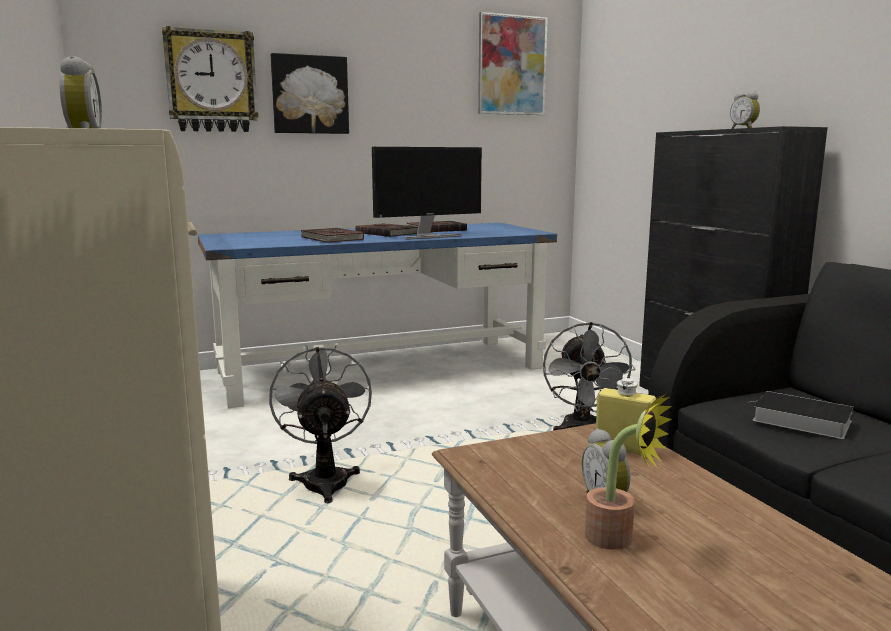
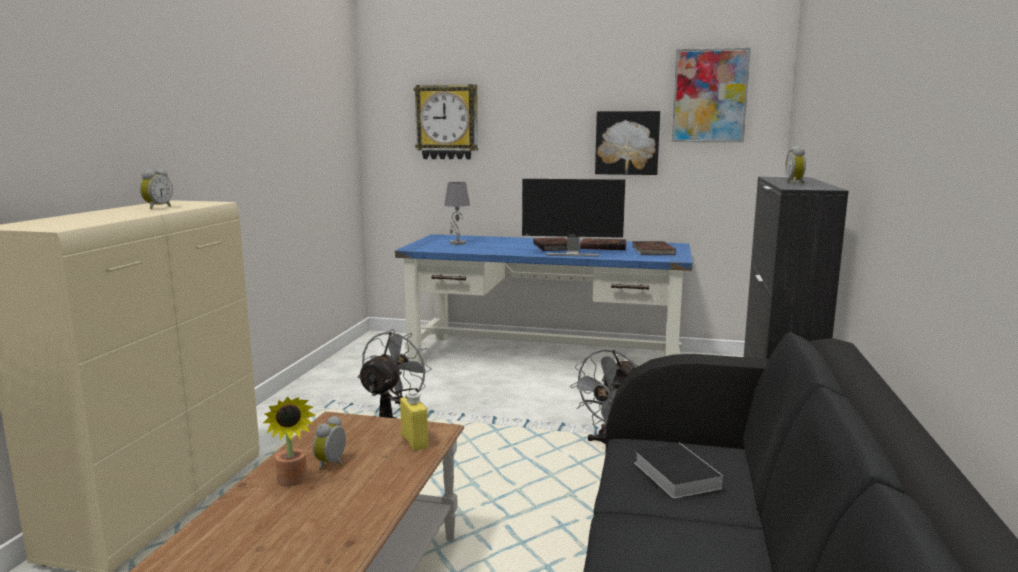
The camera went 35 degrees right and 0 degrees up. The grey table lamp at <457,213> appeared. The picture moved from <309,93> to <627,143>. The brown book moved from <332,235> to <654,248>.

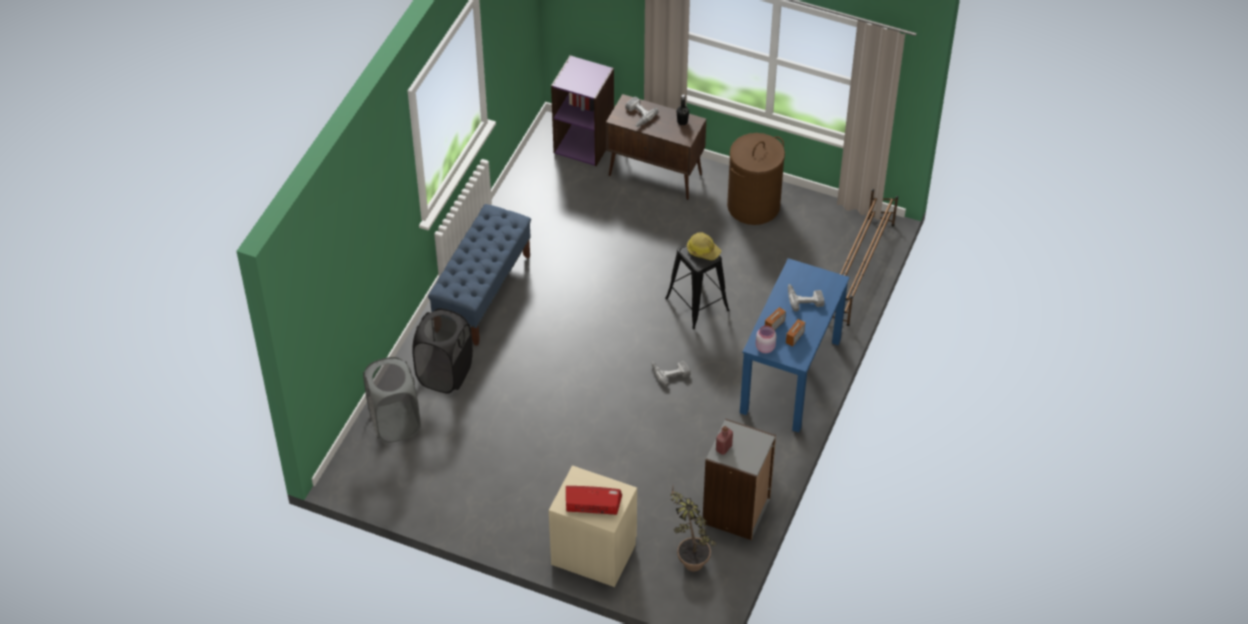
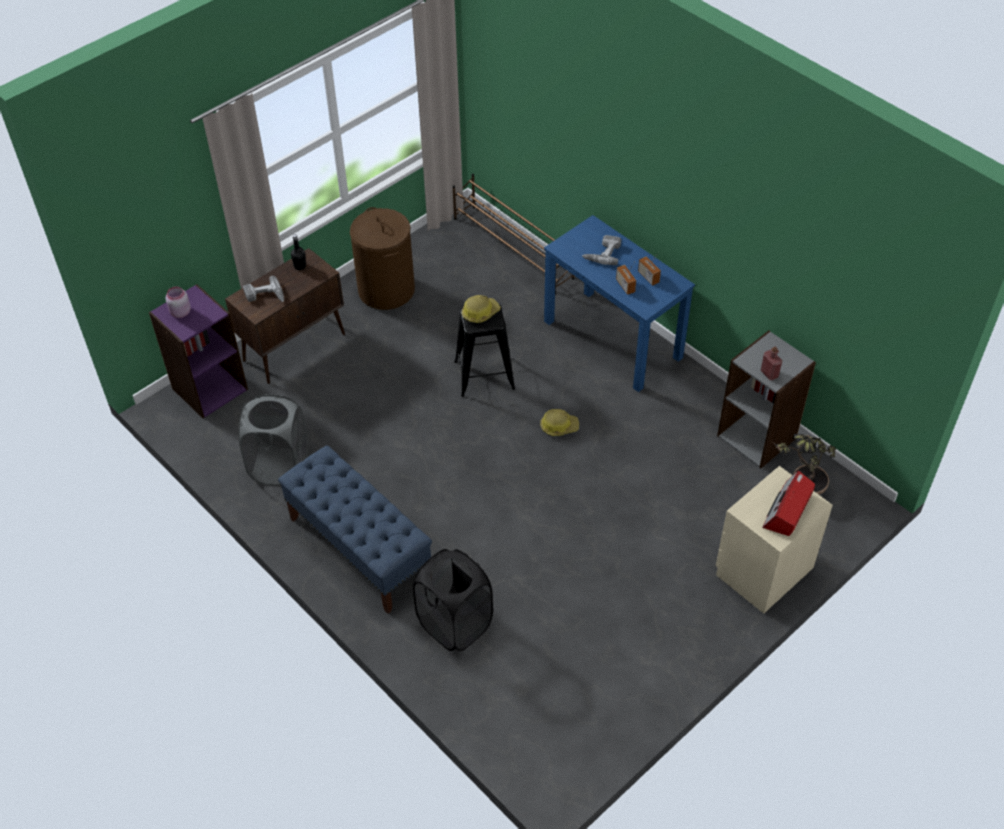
The camera went 65 degrees left and 0 degrees up. The pink jar moved from <766,339> to <178,302>. The grey laundry basket moved from <392,400> to <273,440>. The power drill at <671,374> was replaced by the hard hat at <559,422>.

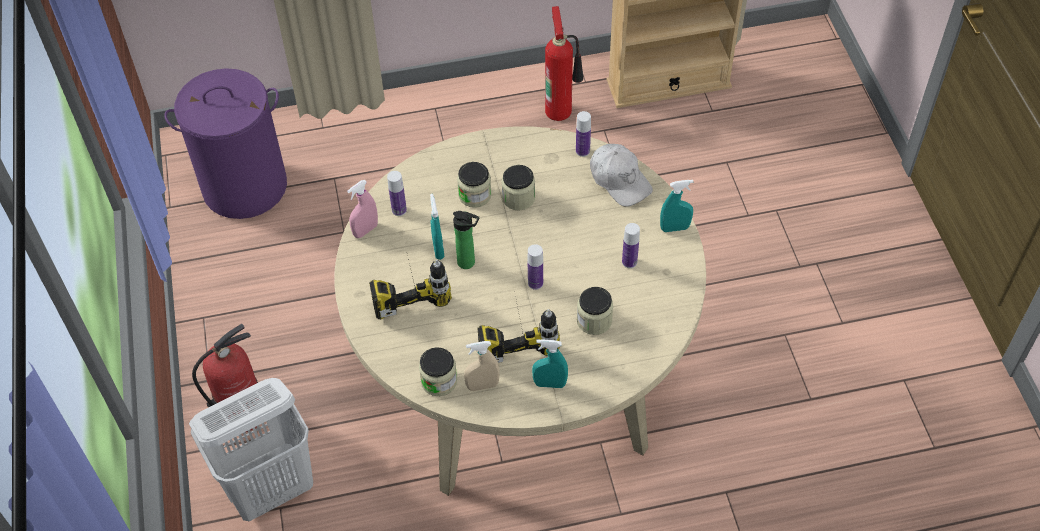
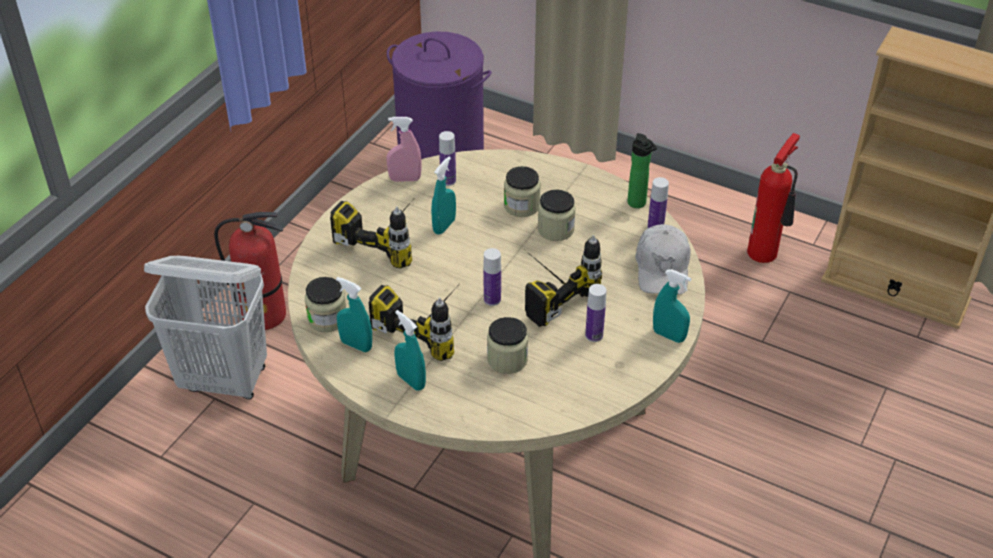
The camera went 40 degrees right and 10 degrees down. The beige spray bottle at <482,366> became the turquoise spray bottle at <354,314>. The power drill at <563,281> appeared. The bottle moved from <466,240> to <642,170>.

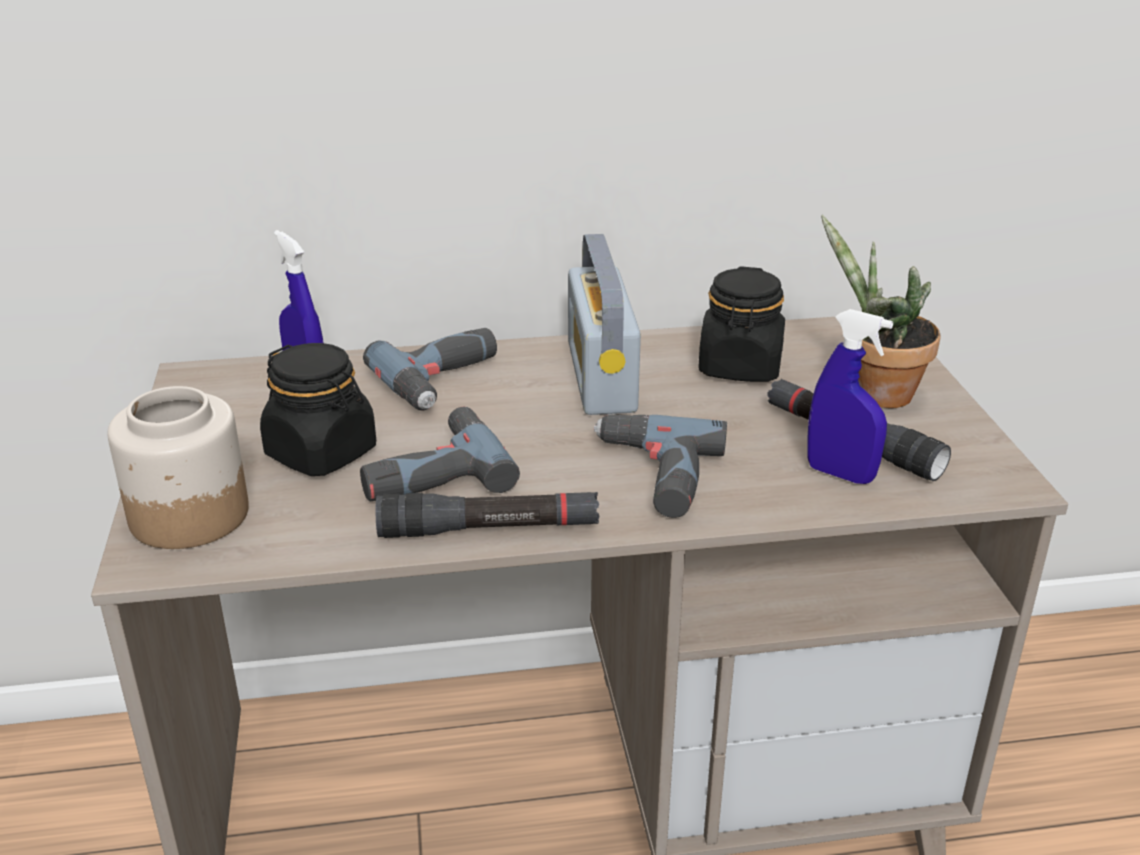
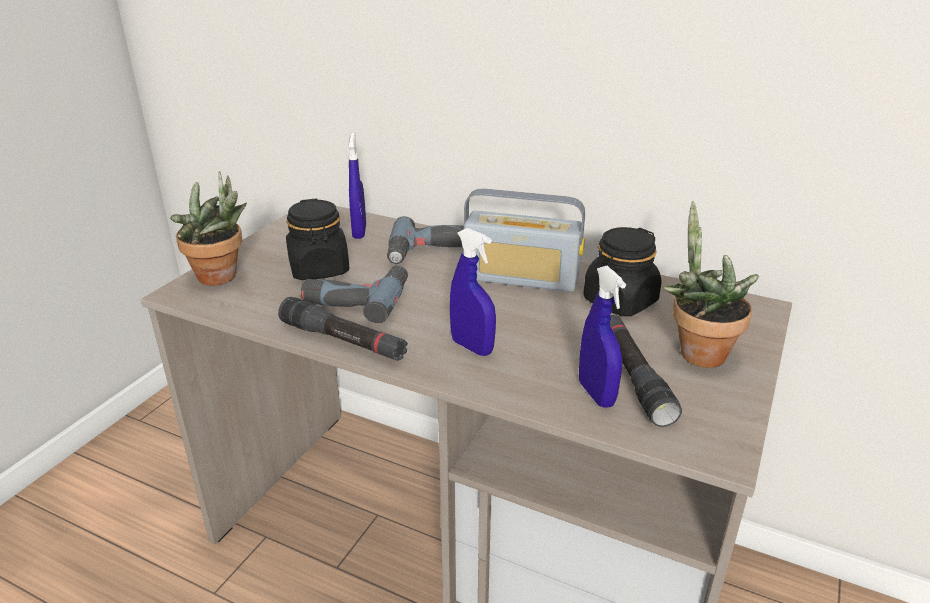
The camera went 35 degrees right and 0 degrees up. The jar at <178,467> was replaced by the potted plant at <208,228>. The power drill at <660,466> was replaced by the blue spray bottle at <473,292>. The radio at <604,324> turned 105 degrees counterclockwise.

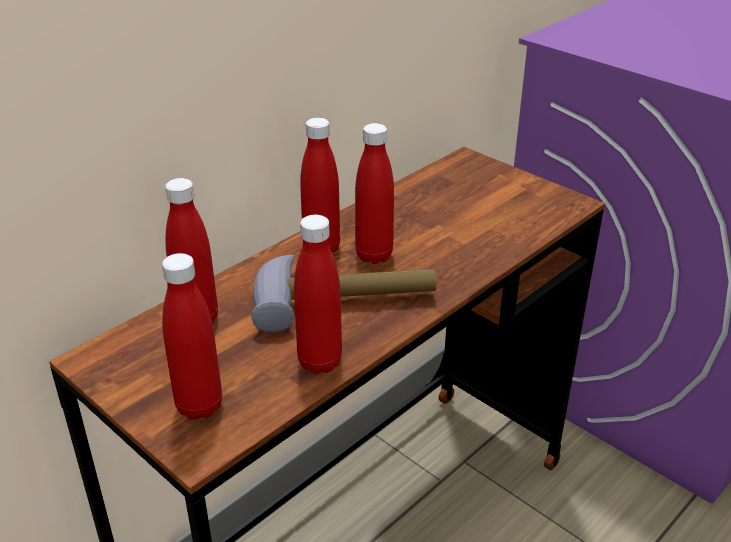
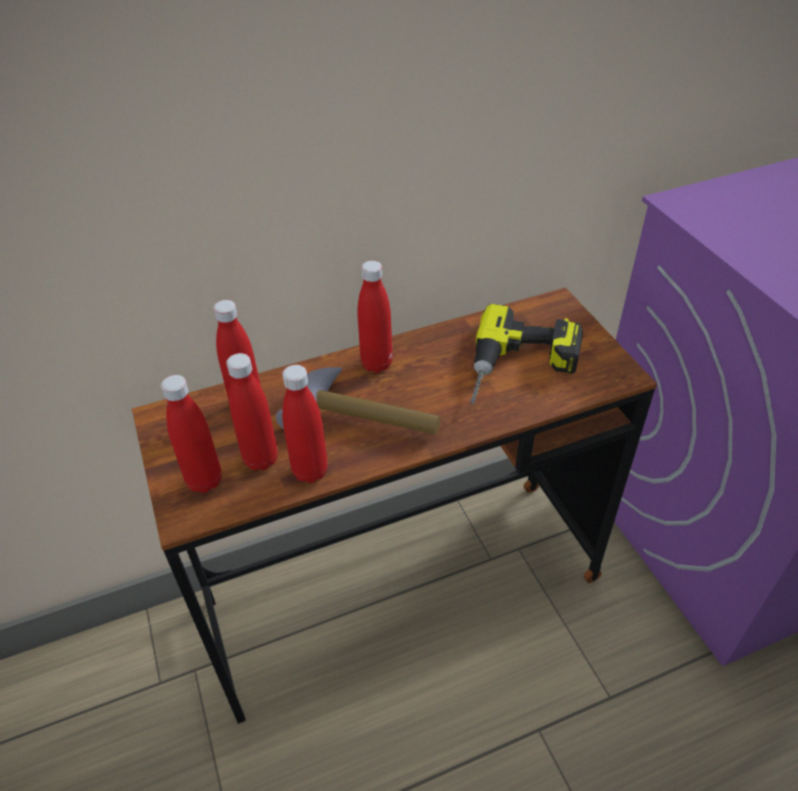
The camera went 25 degrees right and 10 degrees up. The red bottle moved from <374,193> to <252,411>. The power drill at <526,354> appeared.

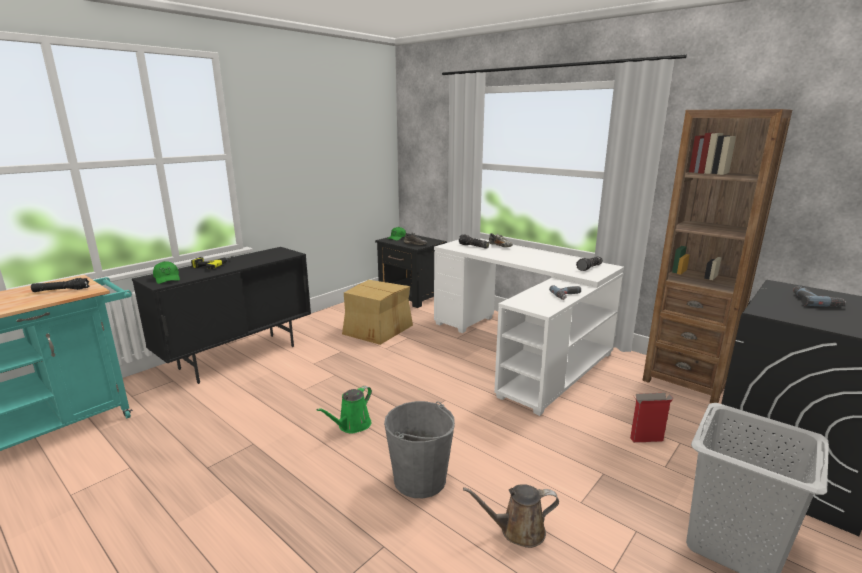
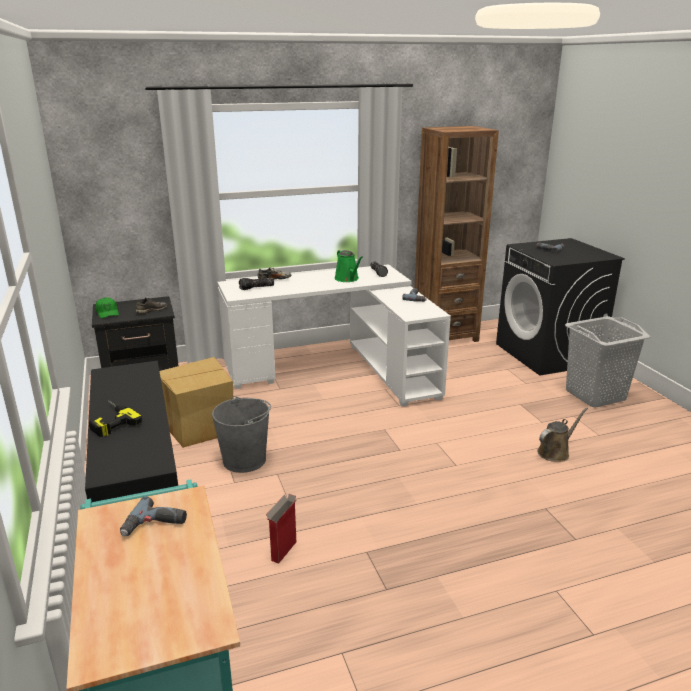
The camera went 60 degrees left and 5 degrees up. The black flashlight at <60,285> was replaced by the power drill at <153,516>. The grey bucket moved from <419,449> to <241,434>. The cardboard box moved from <651,418> to <281,529>. The green watering can moved from <344,410> to <349,266>. The brown watering can at <511,516> turned 150 degrees counterclockwise. The green cap at <166,272> disappeared.

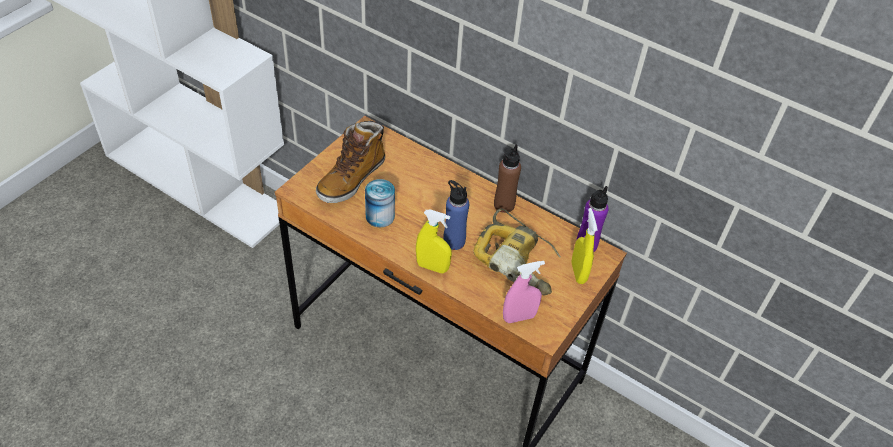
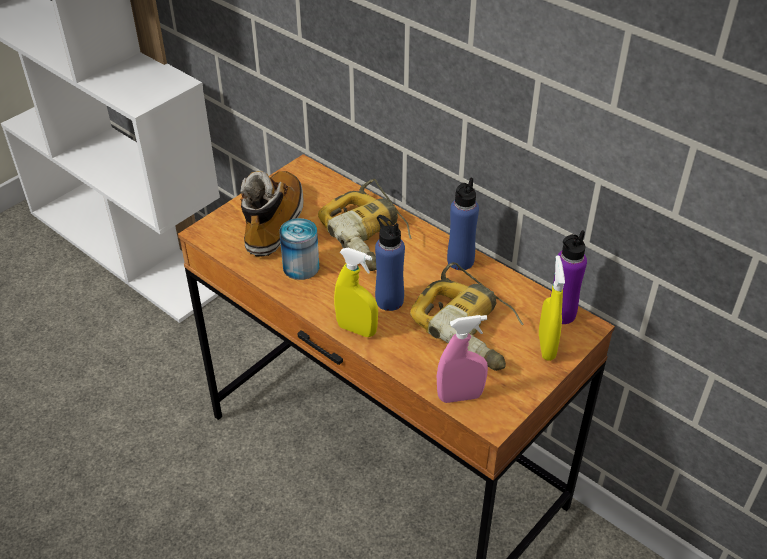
The camera went 10 degrees right and 5 degrees down. The boot at <350,162> turned 150 degrees clockwise. The power drill at <364,225> appeared. The brown bottle at <507,178> became the blue bottle at <463,223>.

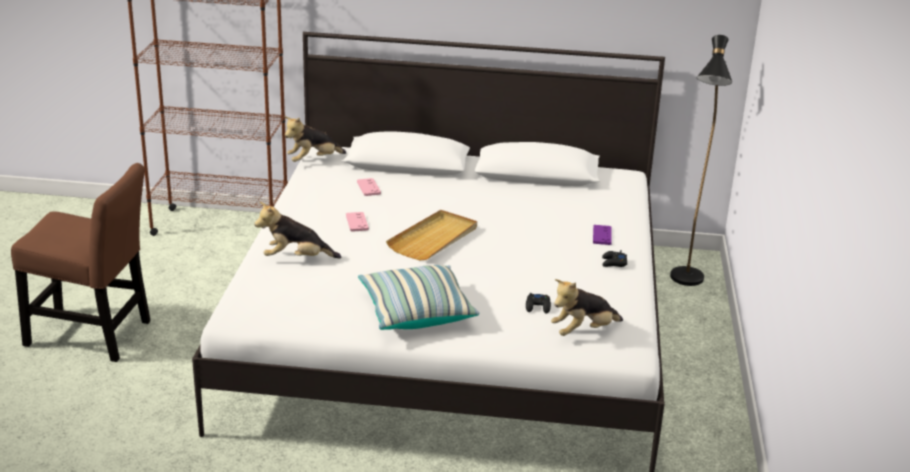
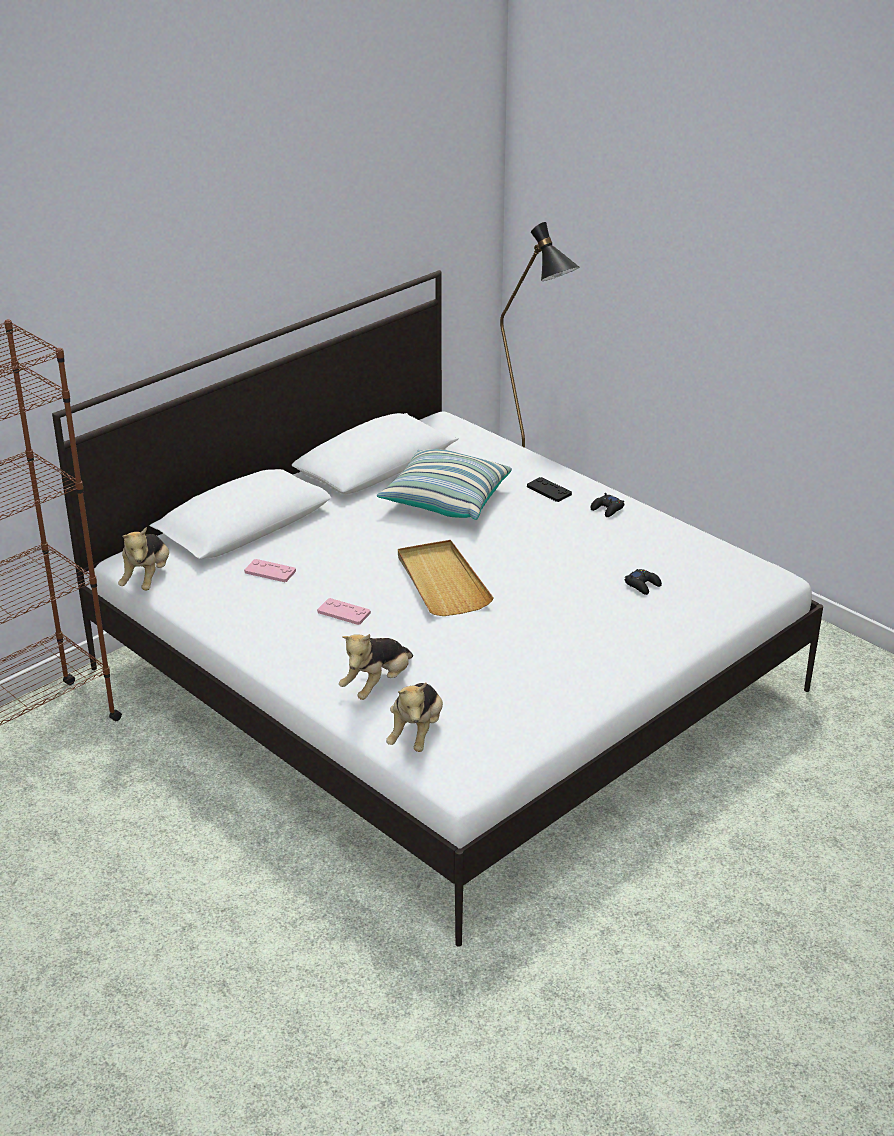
The camera went 50 degrees left and 5 degrees up. The pillow moved from <418,297> to <444,484>. The plush toy moved from <587,307> to <414,717>. The purple game controller at <602,235> became the black game controller at <549,489>. The brown chair at <81,262> disappeared.

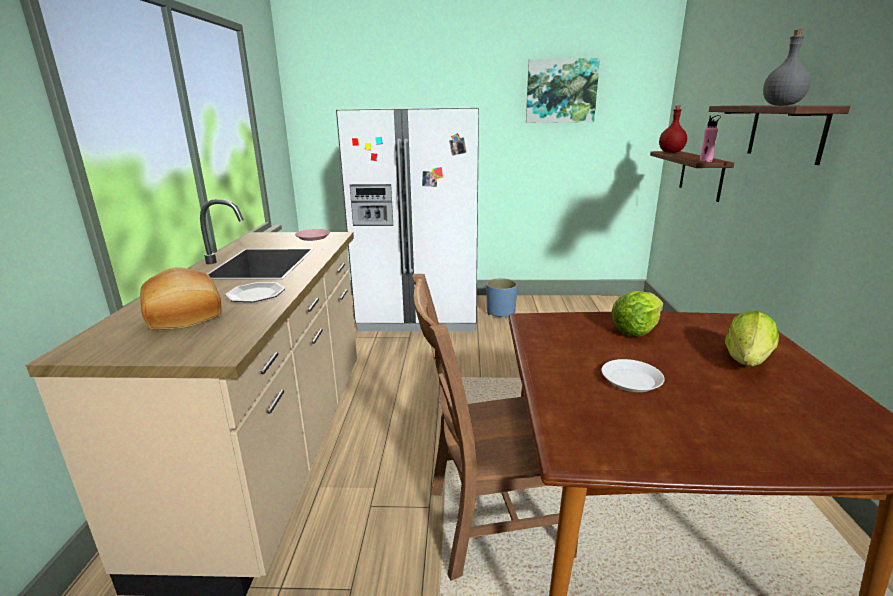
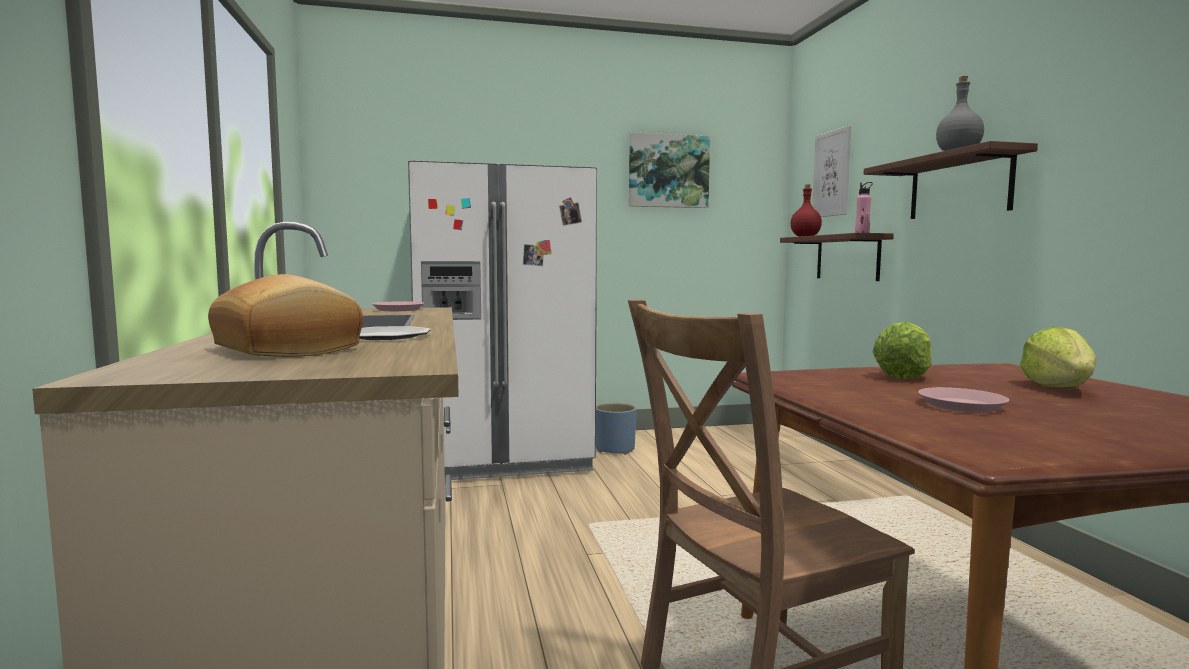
The camera went 15 degrees left and 15 degrees down. The picture at <831,171> appeared. The white plate at <633,375> became the pink plate at <963,399>.

